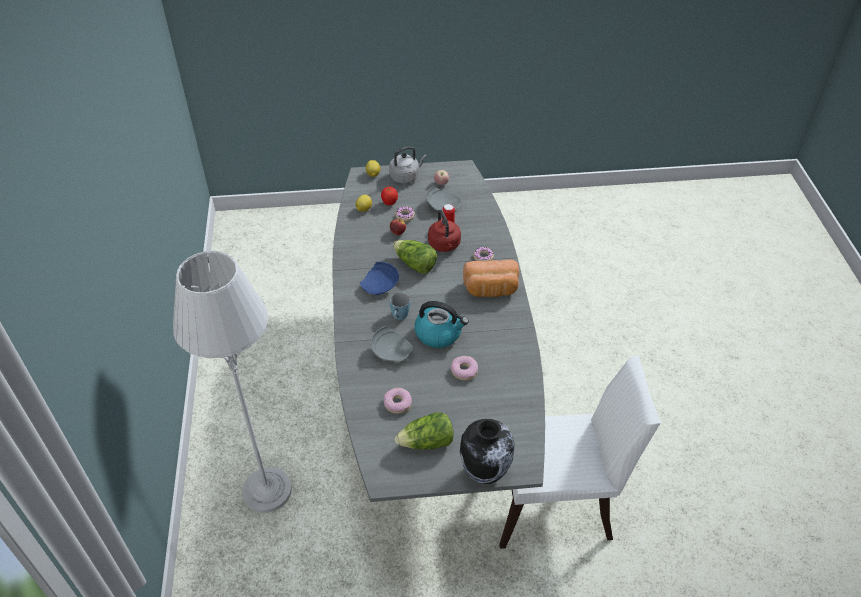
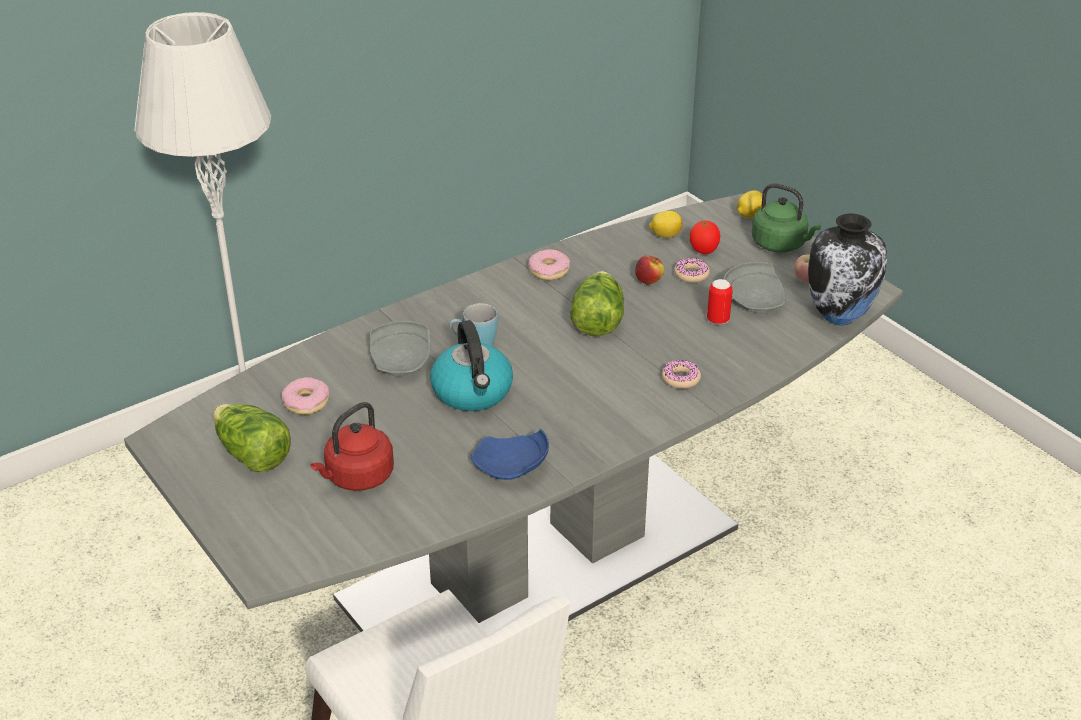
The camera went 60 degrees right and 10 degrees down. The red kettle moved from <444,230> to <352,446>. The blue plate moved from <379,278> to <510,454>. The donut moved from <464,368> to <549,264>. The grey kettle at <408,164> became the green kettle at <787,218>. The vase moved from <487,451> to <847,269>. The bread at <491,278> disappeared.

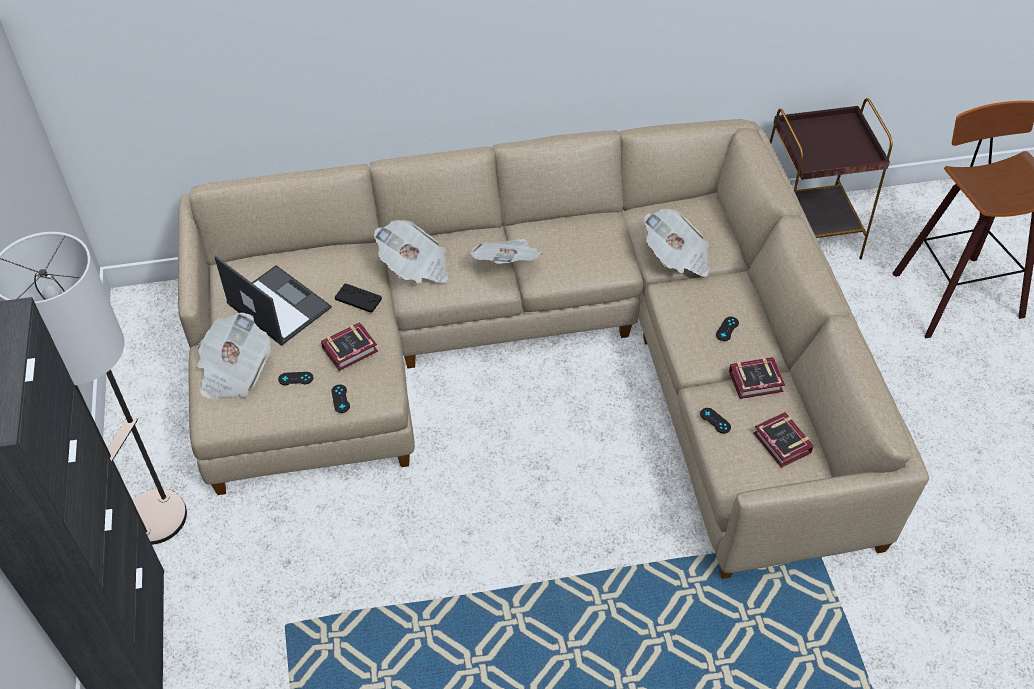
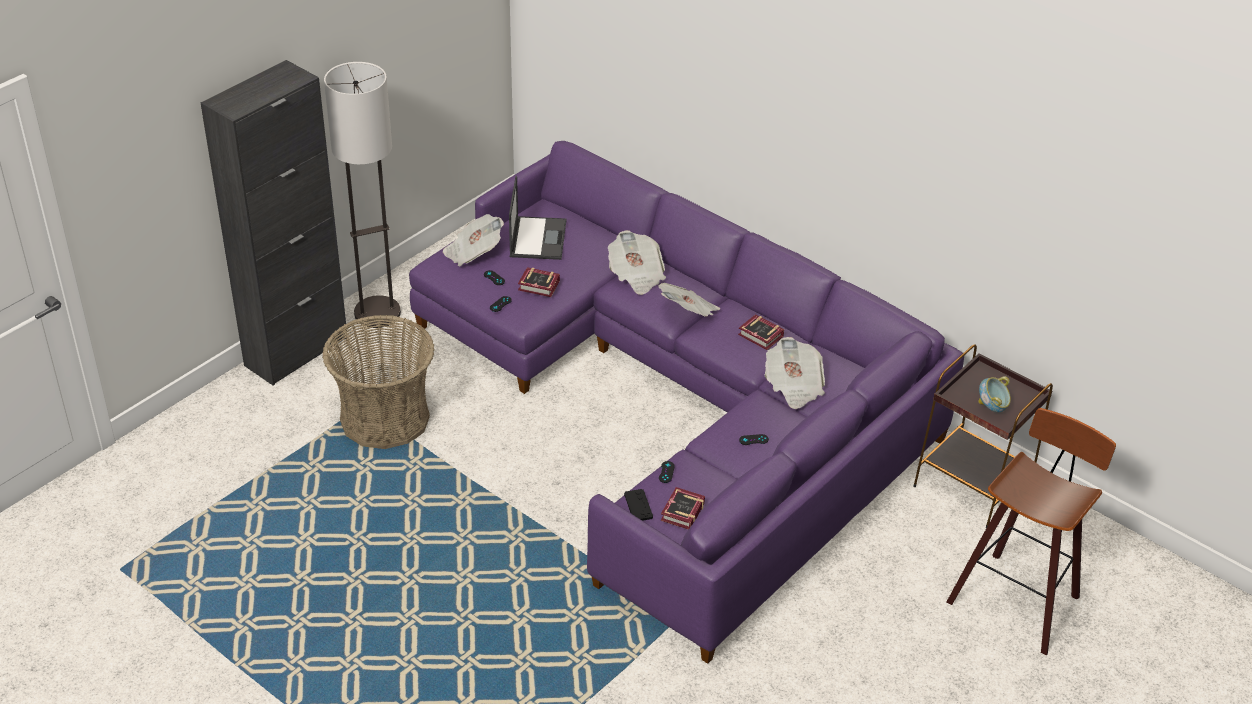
The camera went 50 degrees right and 10 degrees down. The basket at <378,382> appeared. The beige sofa at <553,349> became the purple sofa at <686,402>. The black game controller moved from <358,298> to <638,505>. The book moved from <757,378> to <761,332>. The bowl at <994,394> appeared.

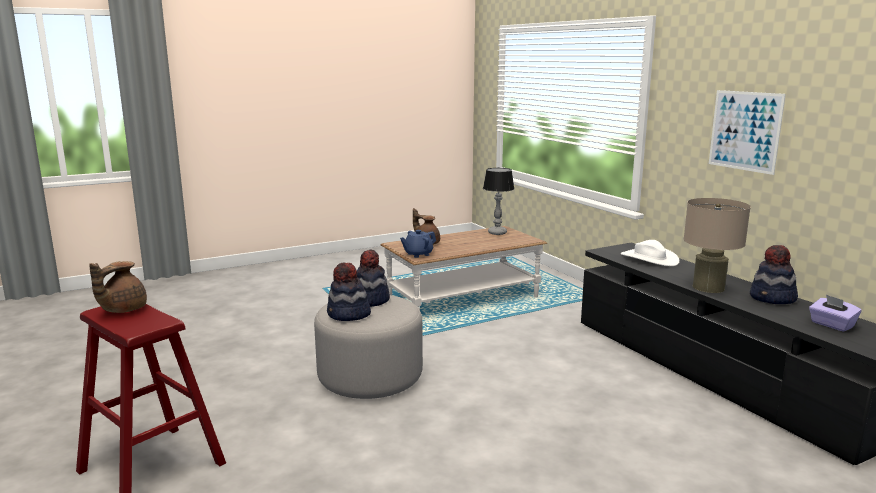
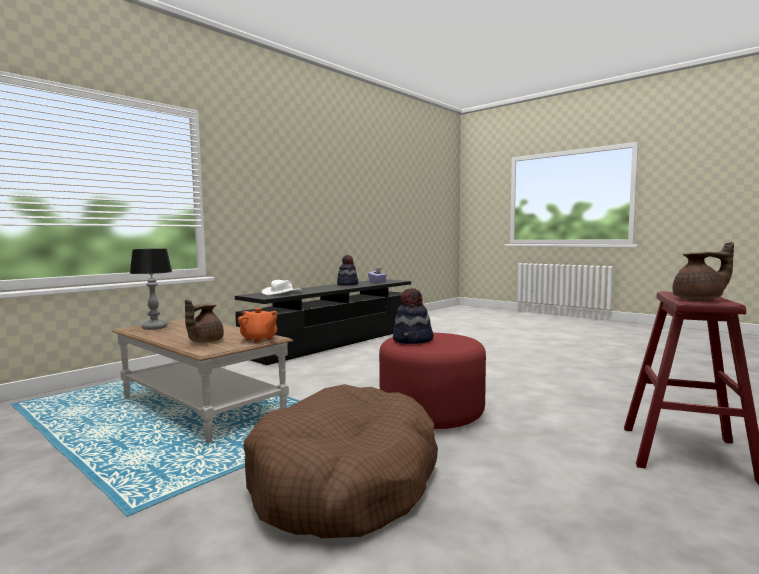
The camera went 110 degrees left and 10 degrees down. The blue teapot at <418,244> became the orange teapot at <257,325>. The brown dog bed at <340,461> appeared. The grey ottoman at <368,347> became the red ottoman at <432,381>. The hat at <349,292> disappeared. The beige table lamp at <717,245> disappeared. The picture at <747,132> disappeared.

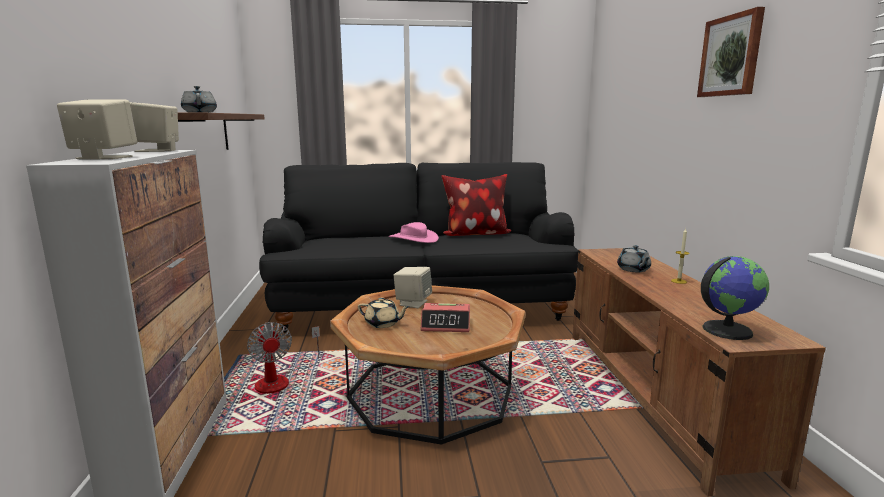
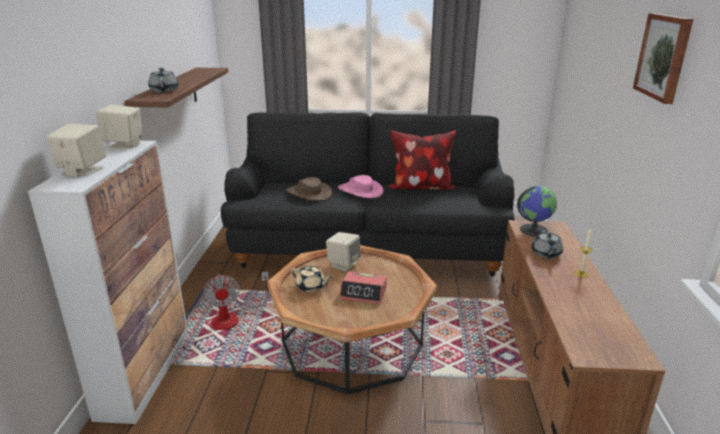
The camera went 10 degrees right and 10 degrees up. The brown hat at <309,189> appeared. The globe moved from <735,298> to <537,211>.

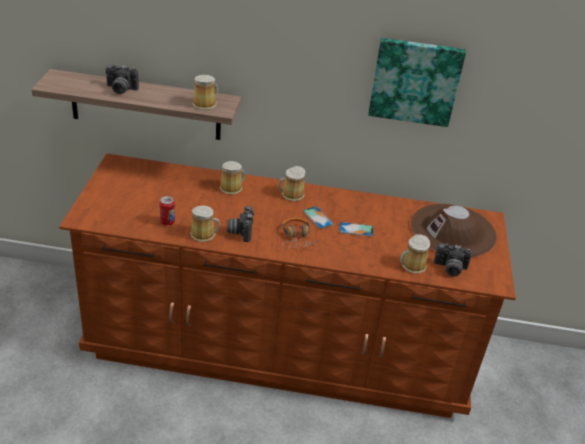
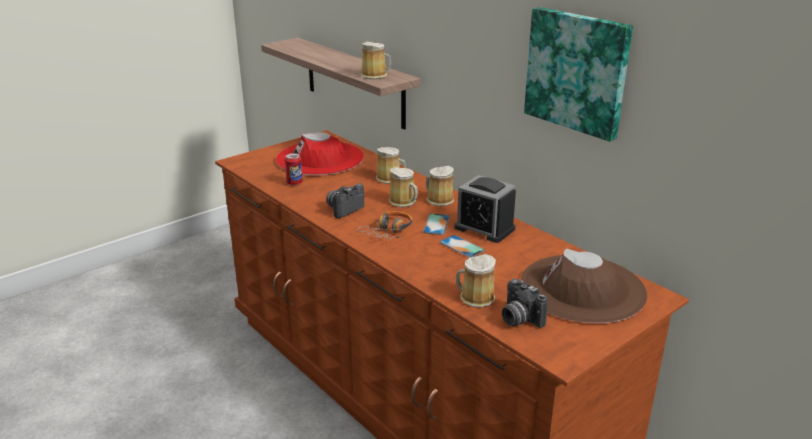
The camera went 45 degrees right and 10 degrees down. The red hat at <320,153> appeared. The mug moved from <205,224> to <403,187>. The alarm clock at <485,209> appeared. The photo camera at <122,79> disappeared.

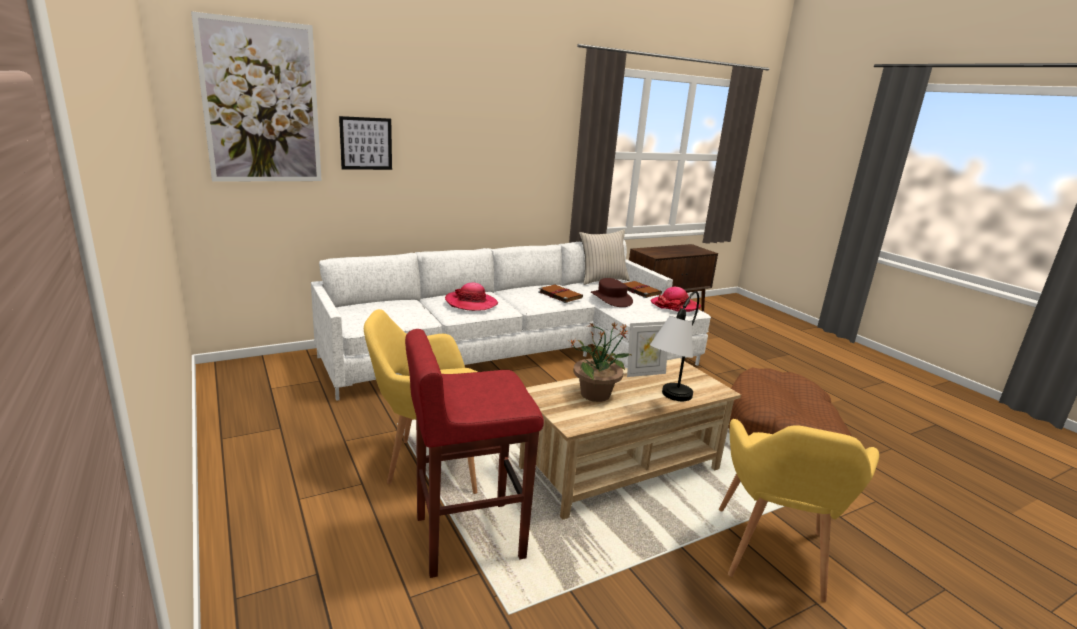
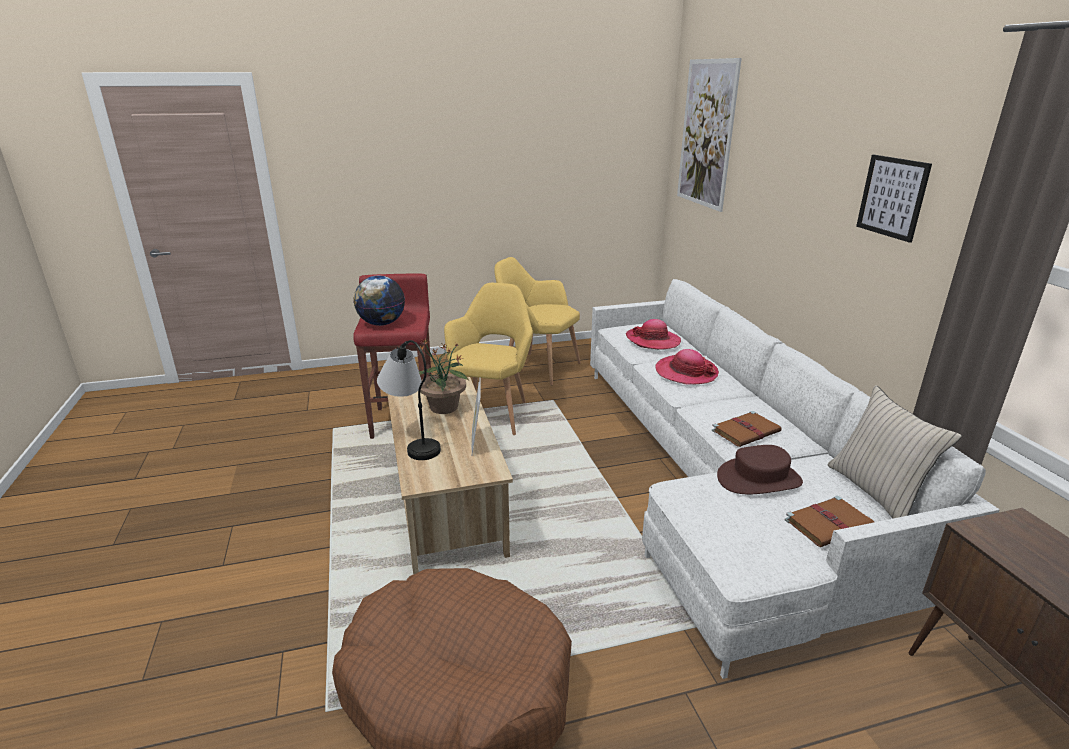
The camera went 105 degrees right and 5 degrees up. The globe at <379,301> appeared. The yellow armchair moved from <799,510> to <537,321>. The hat moved from <675,299> to <653,334>. The picture moved from <365,143> to <894,199>.

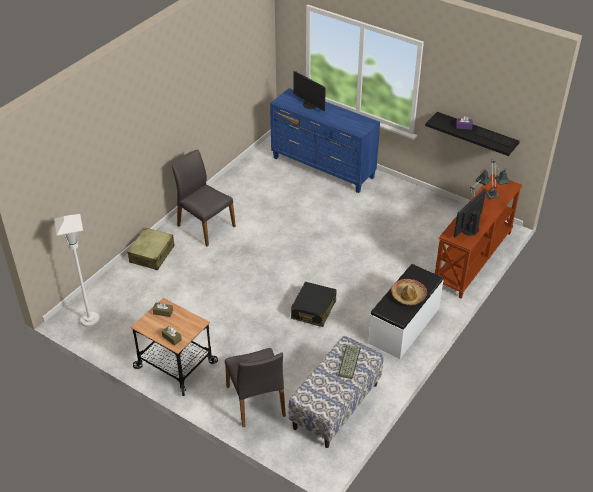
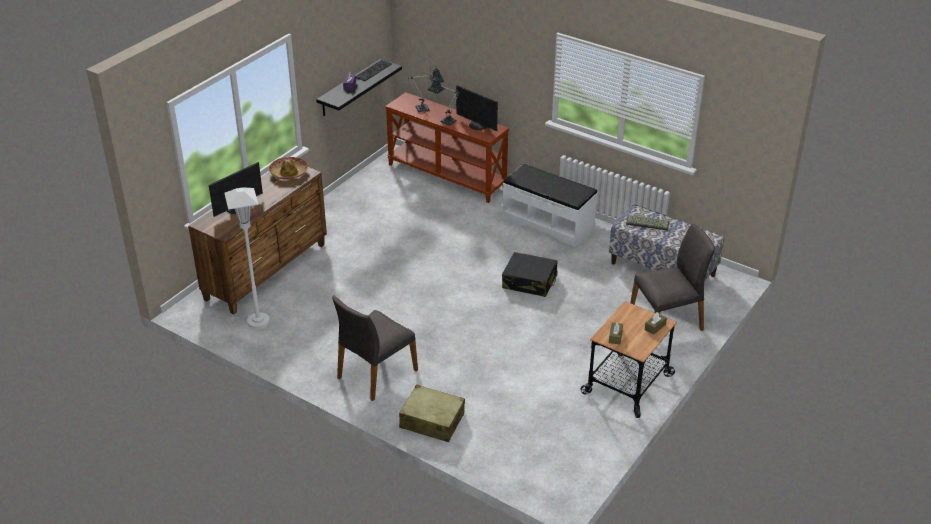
The camera went 90 degrees left and 5 degrees down. The blue dresser at <325,140> became the brown dresser at <257,241>. The white floor lamp moved from <77,271> to <247,258>. The hat moved from <409,292> to <288,168>.

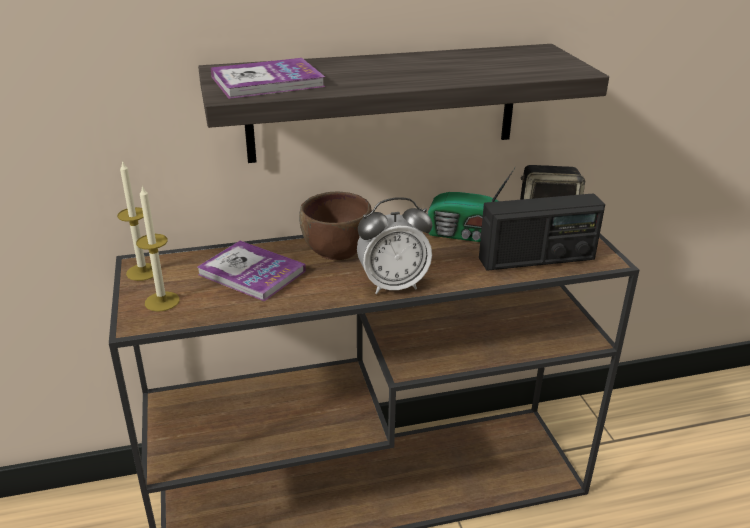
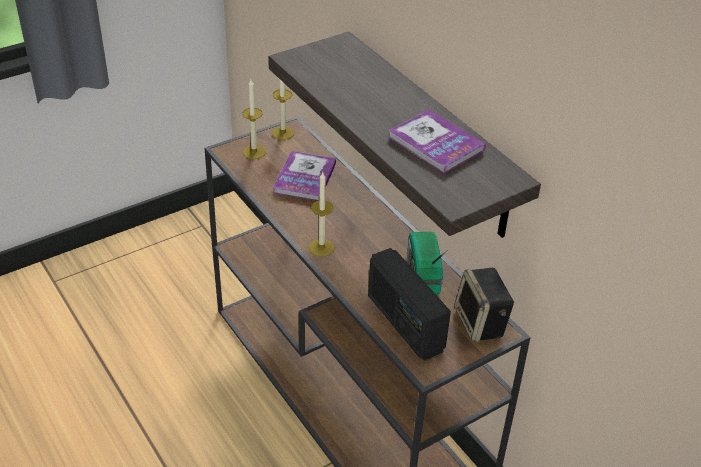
The camera went 70 degrees right and 10 degrees up. The alarm clock at <395,245> was replaced by the candle at <322,214>. The book moved from <268,78> to <437,141>. The brown bowl at <335,226> disappeared.

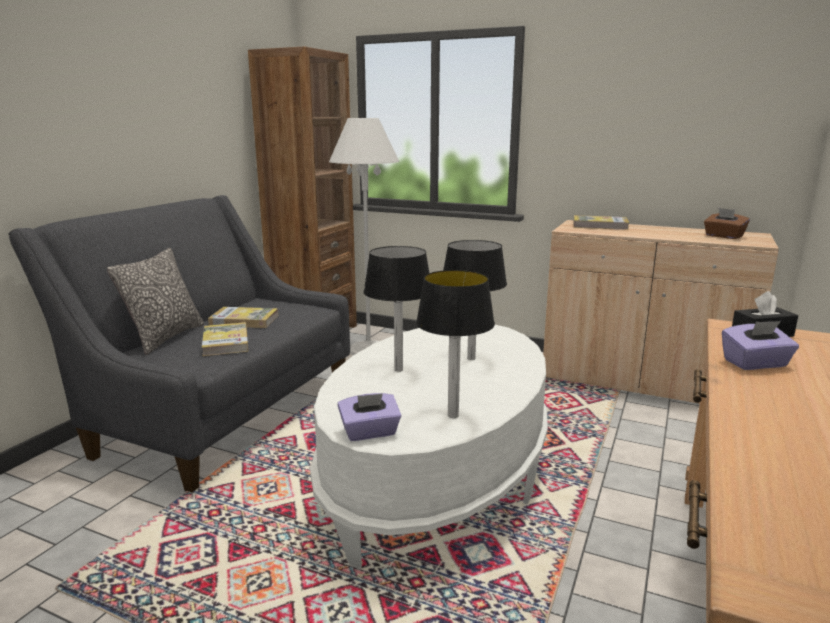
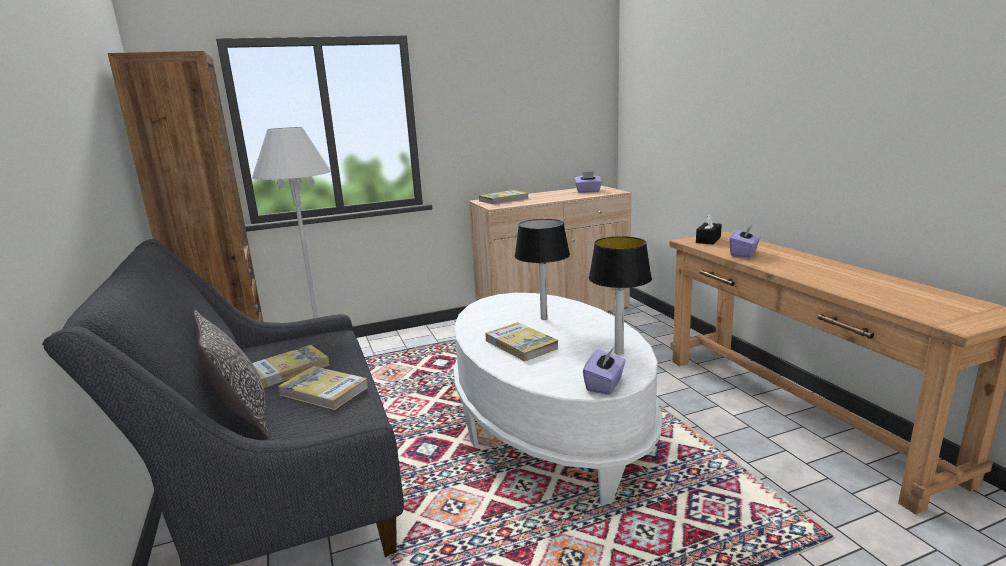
The camera went 45 degrees left and 0 degrees up. The black table lamp at <396,309> was replaced by the book at <522,341>. The brown tissue box at <727,223> became the purple tissue box at <588,182>.

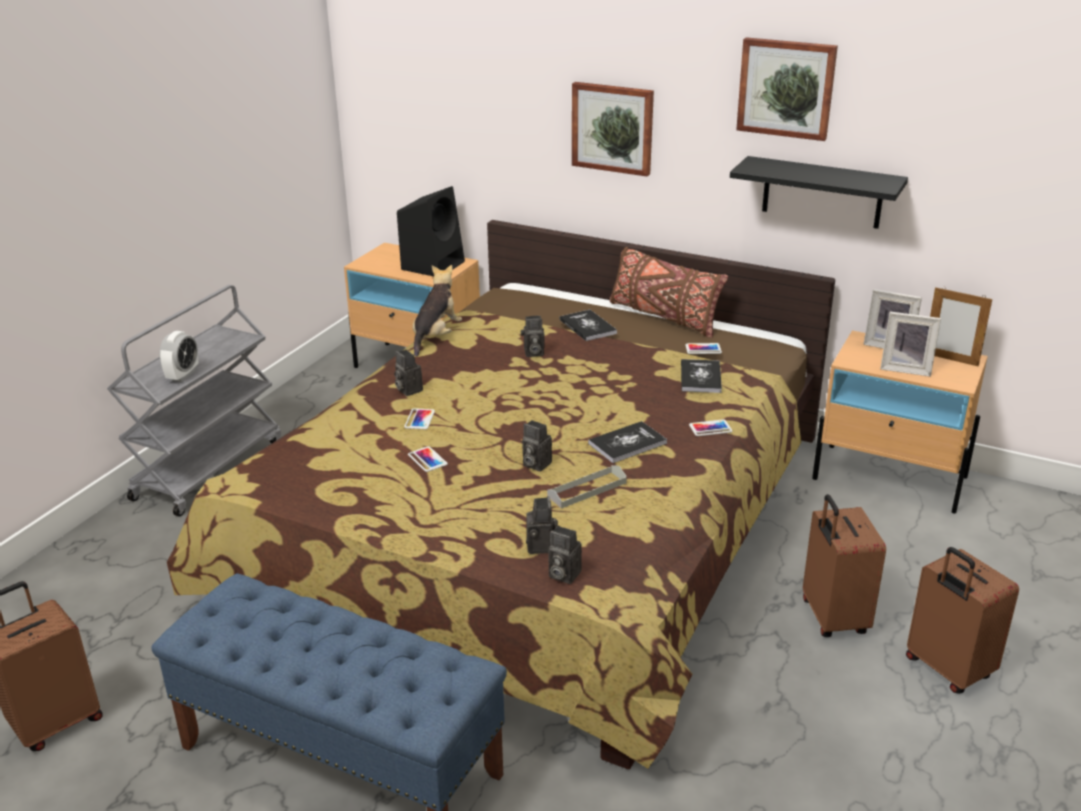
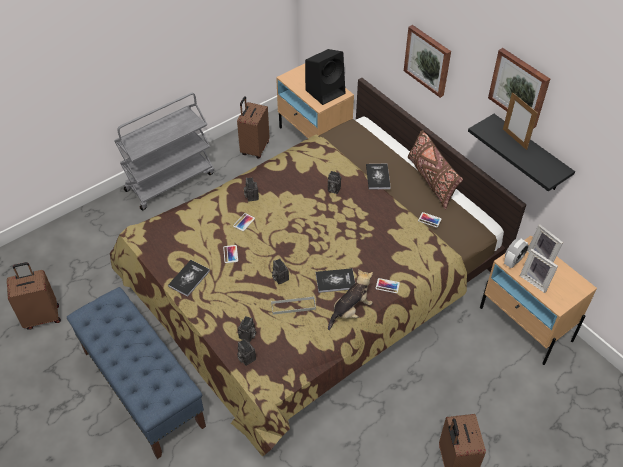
The camera went 25 degrees right and 20 degrees up. The book moved from <701,376> to <189,278>. The brown suitcase moved from <844,565> to <253,127>. The plush toy moved from <437,311> to <350,299>. The picture frame moved from <961,326> to <520,121>. The alarm clock moved from <178,356> to <516,253>.

